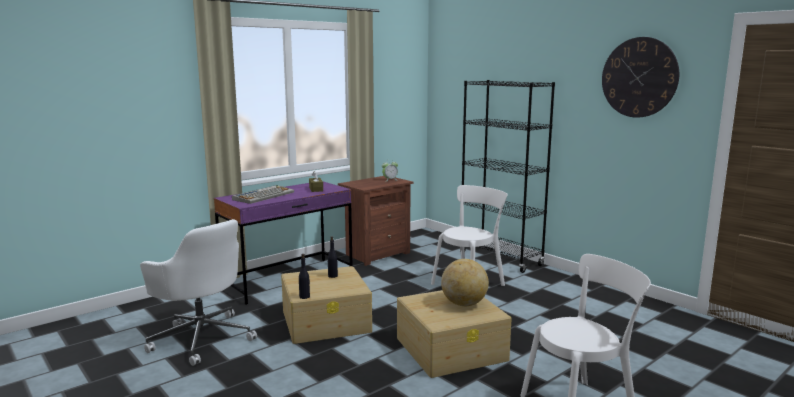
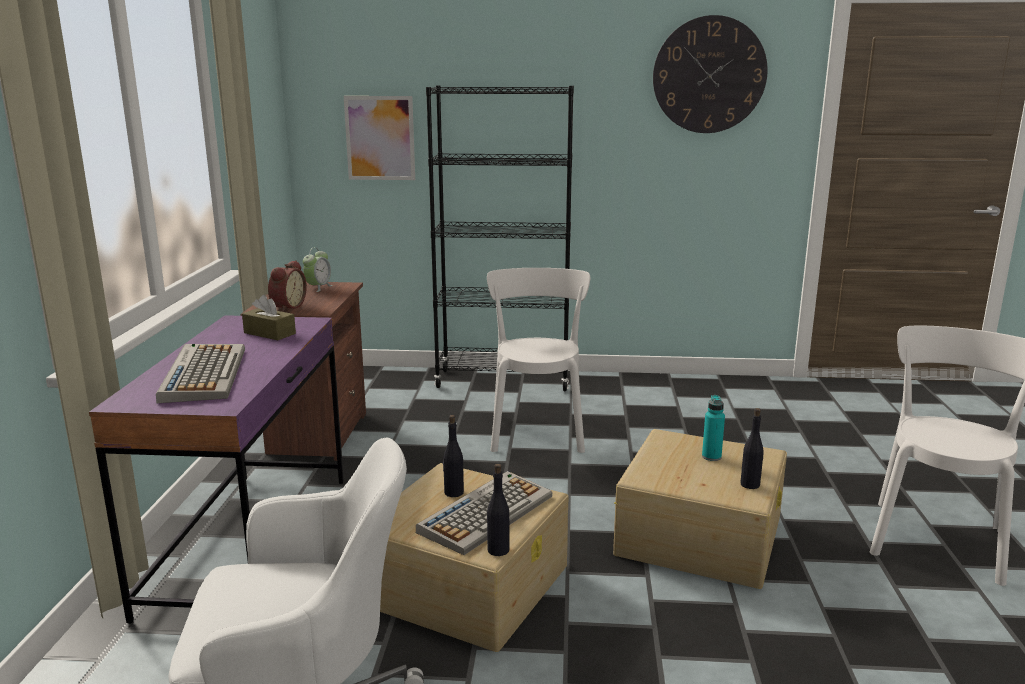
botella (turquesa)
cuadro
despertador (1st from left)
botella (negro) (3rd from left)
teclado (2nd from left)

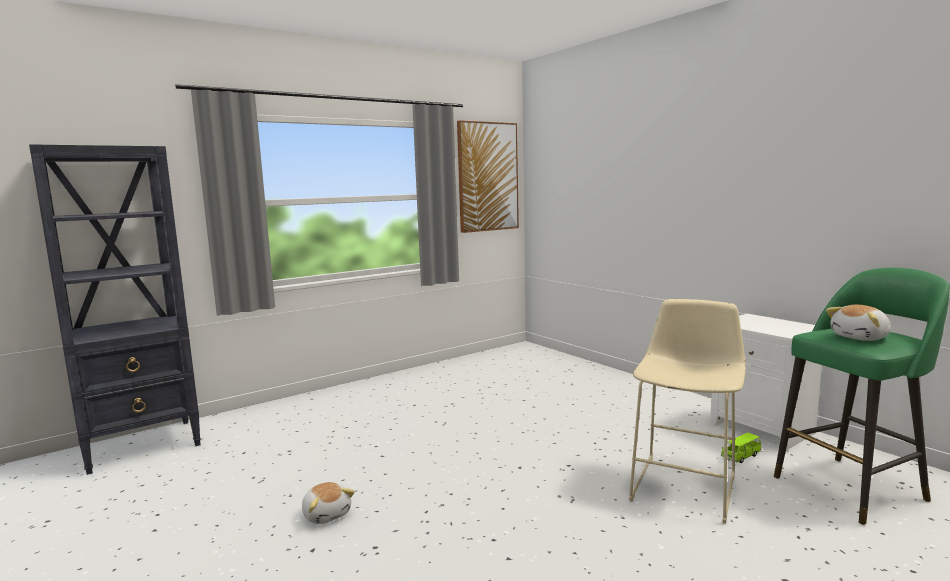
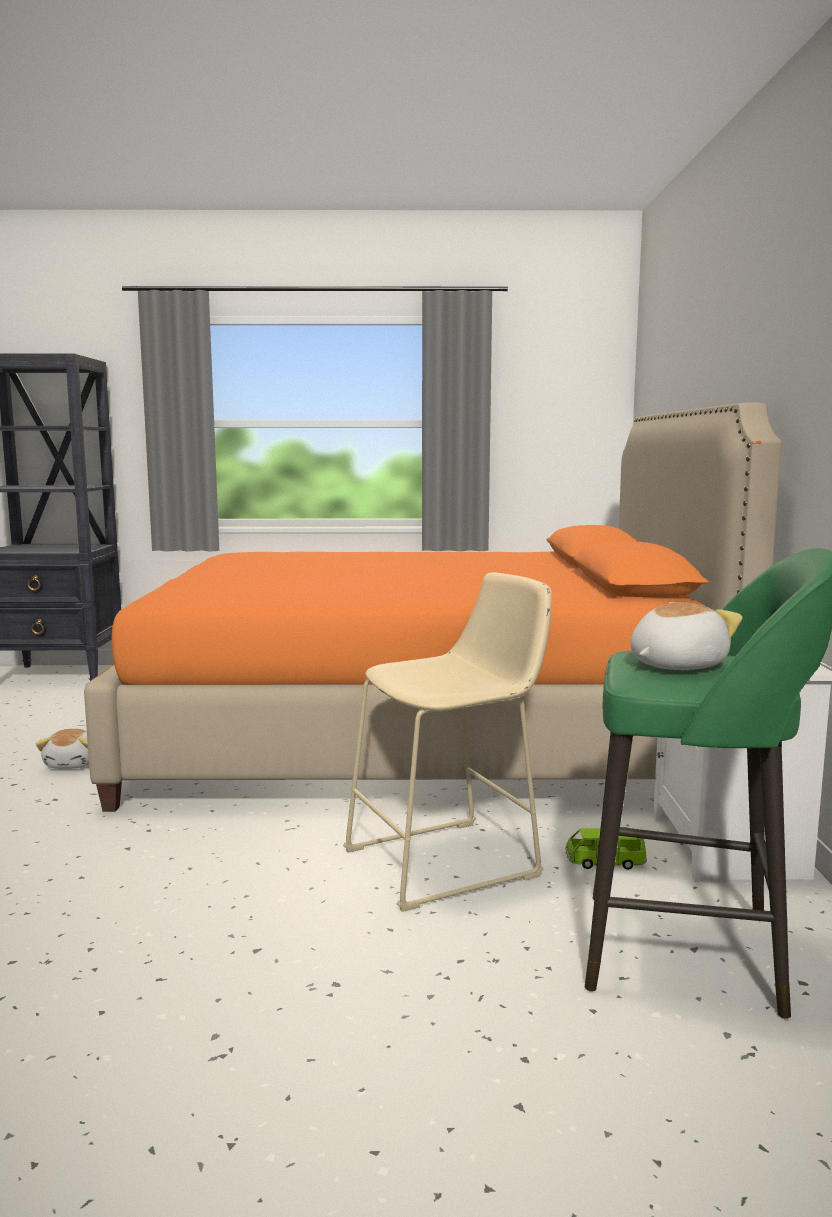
cuadro
peluche (2nd from left)
cama (naranja)

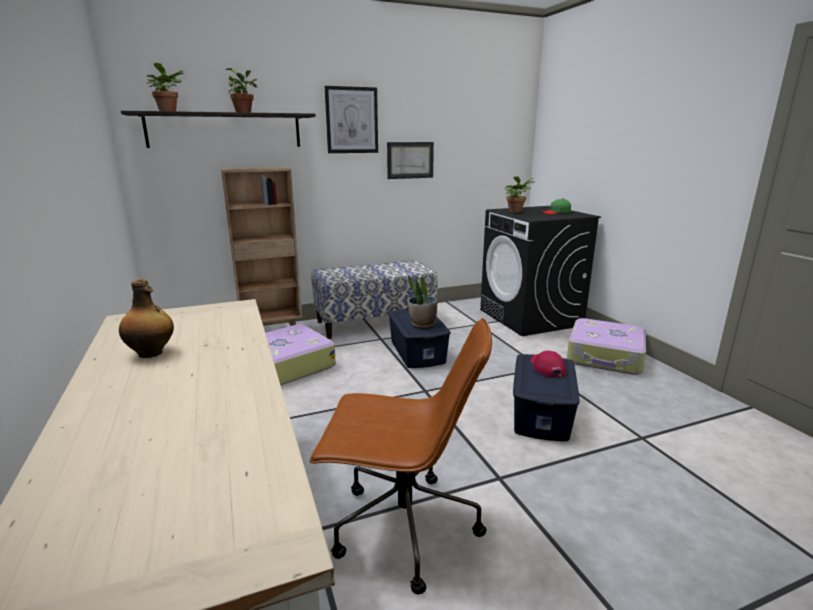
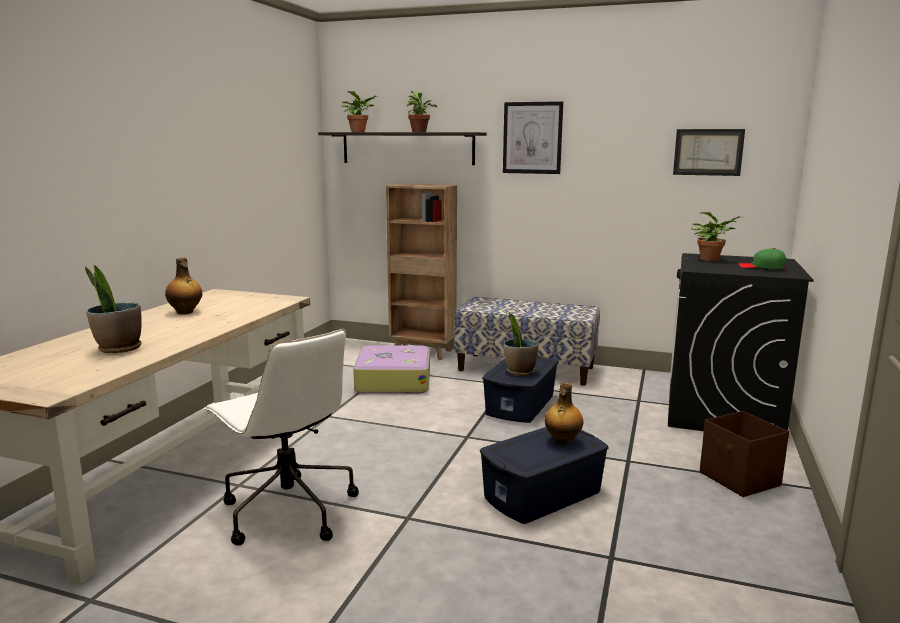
cuadro (2nd from left)
silla de oficina (blanco)
caja de almacenaje (marrón)
botella (2nd from left)
planta en maceta (1st from left)

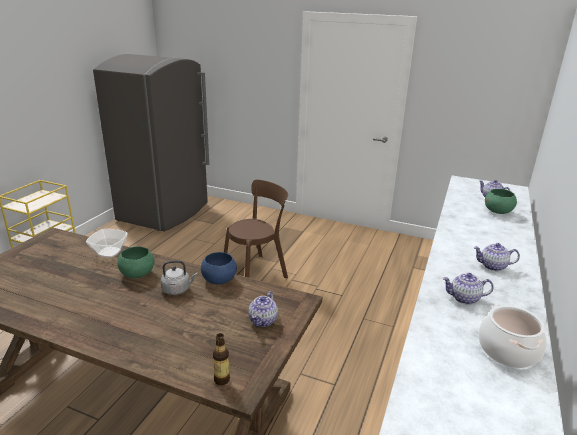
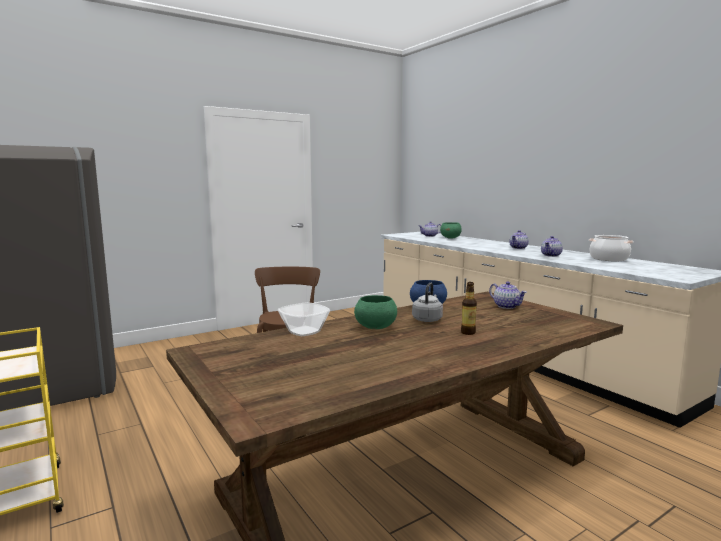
botella

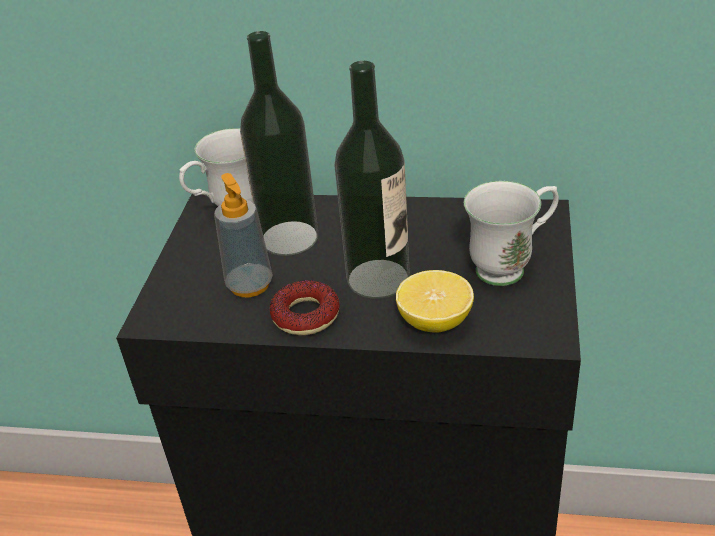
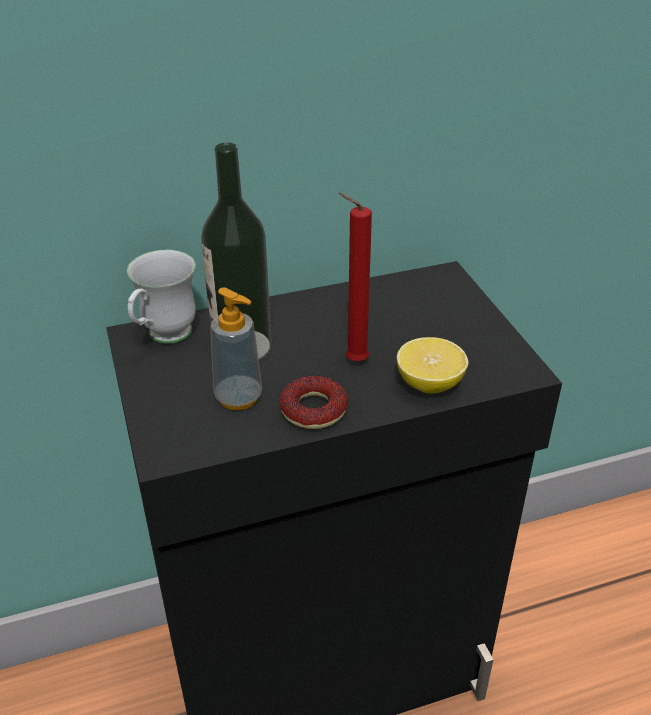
vela (rojo)
taza grande (blanco) (2nd from left in the first image)

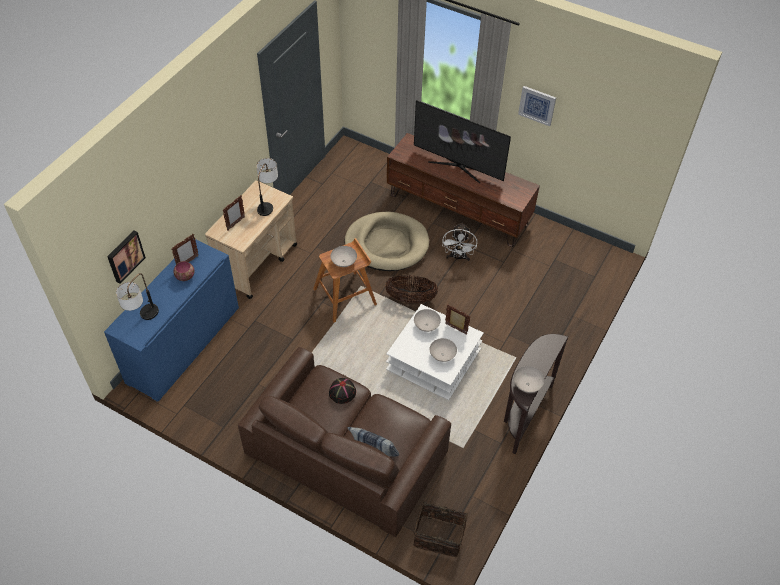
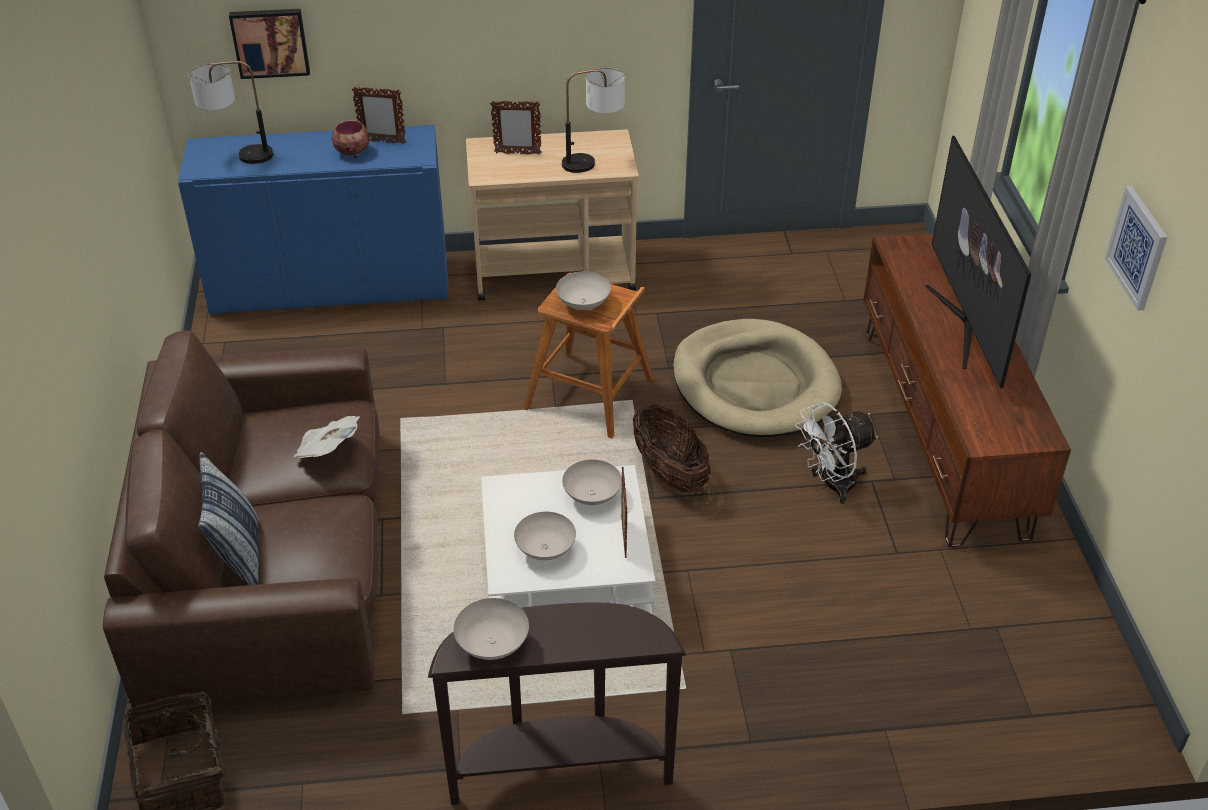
periódico

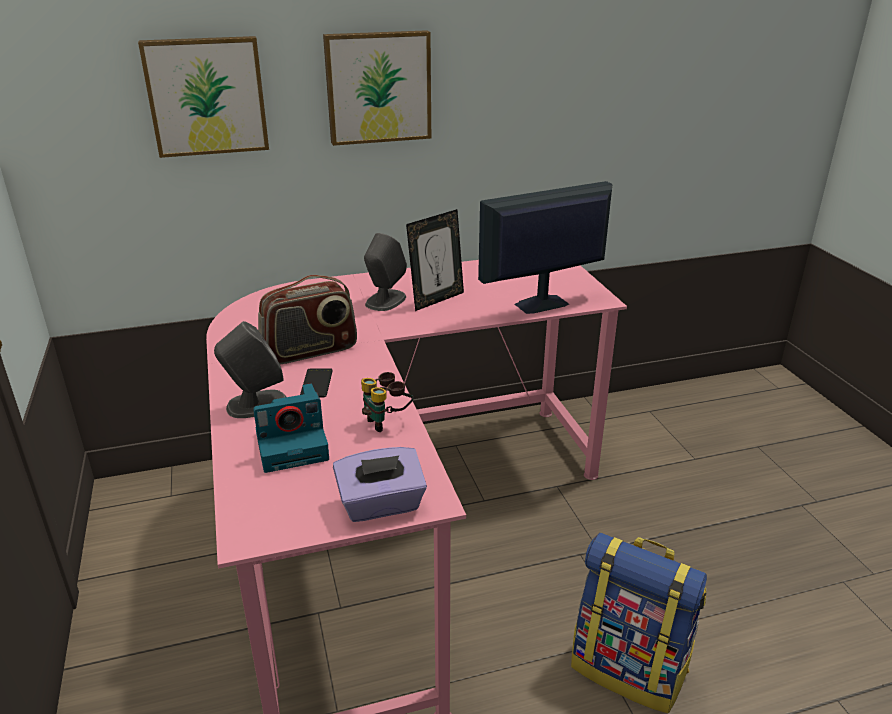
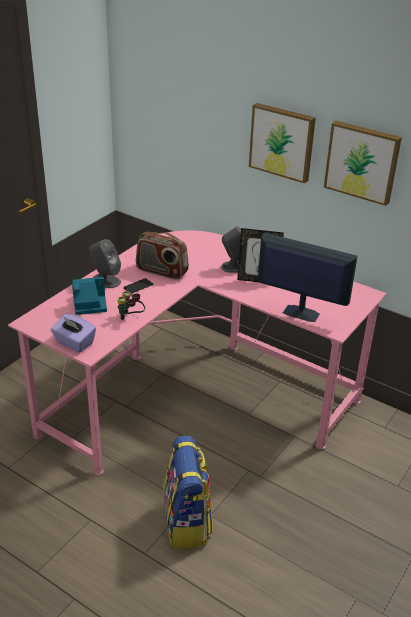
cuadro (2nd from left)
cámara

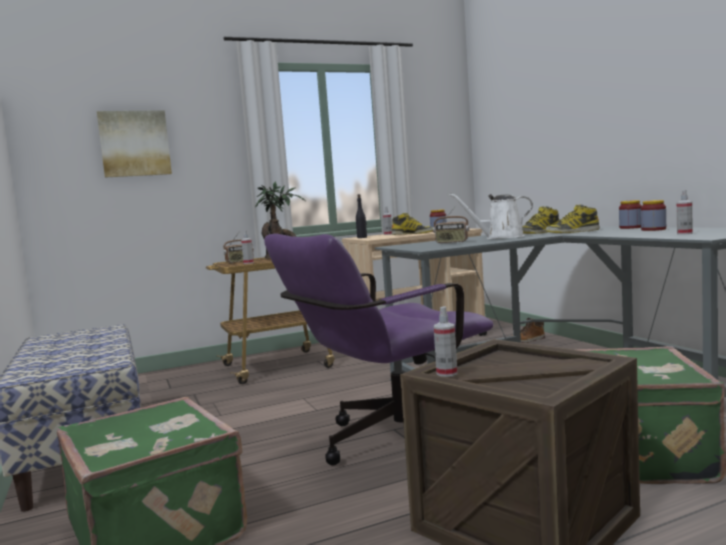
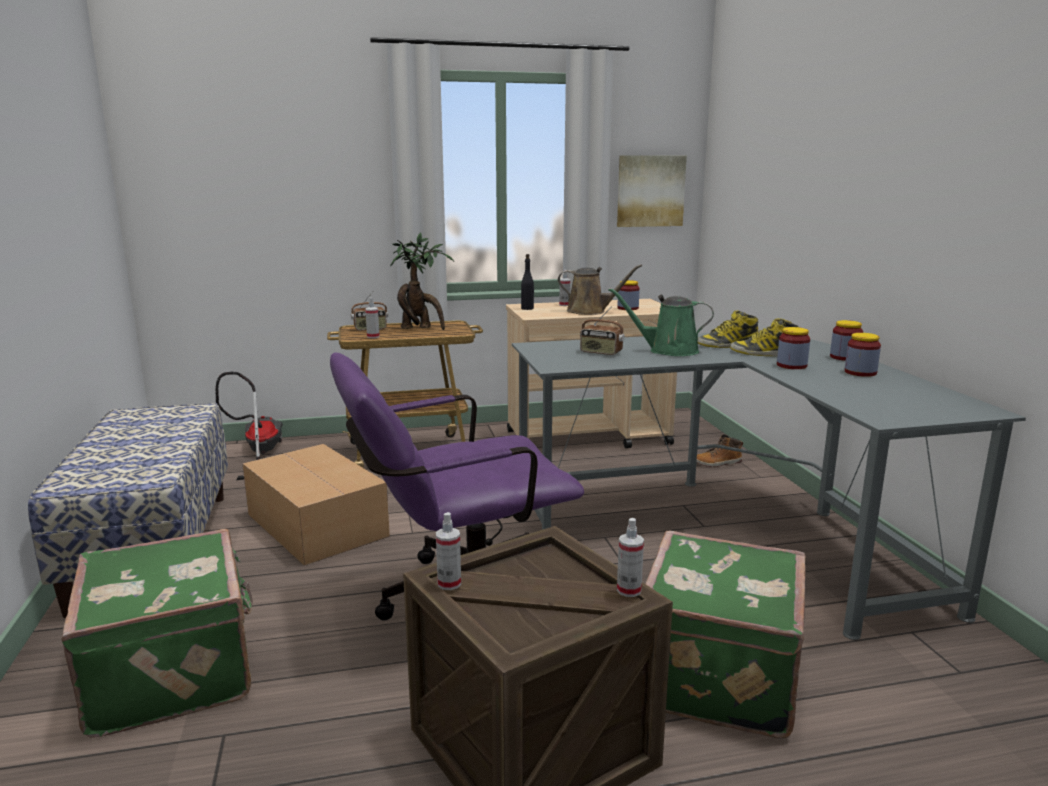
cuadro
pulverizador (4th from left)
regadera (verde)
regadera (marrón)
tarro (2nd from left)
aspiradora
caja de cartón

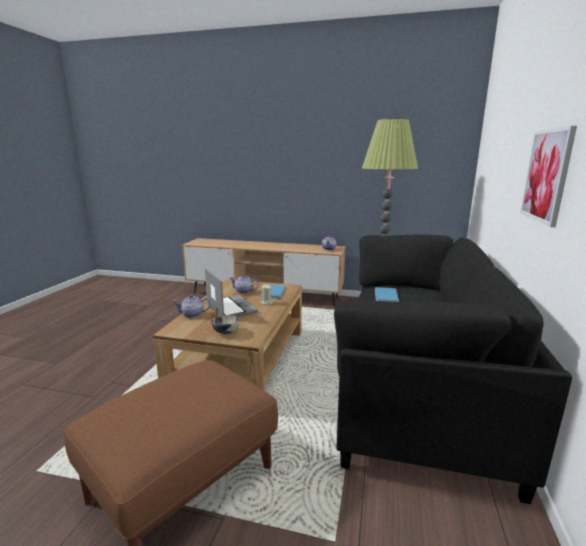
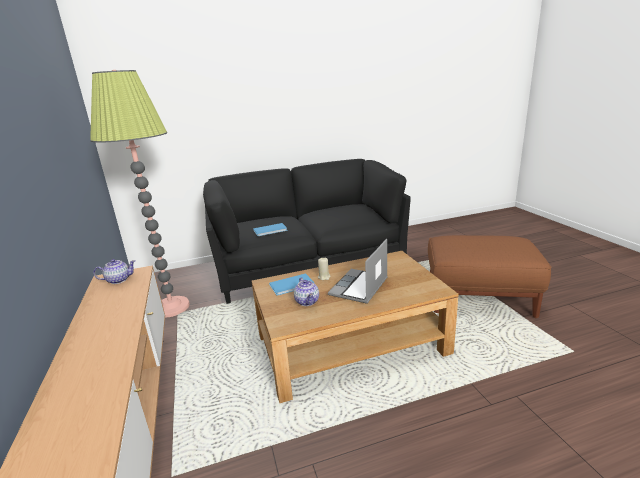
cuadro
tetera (1st from left in the first image)
cuenco

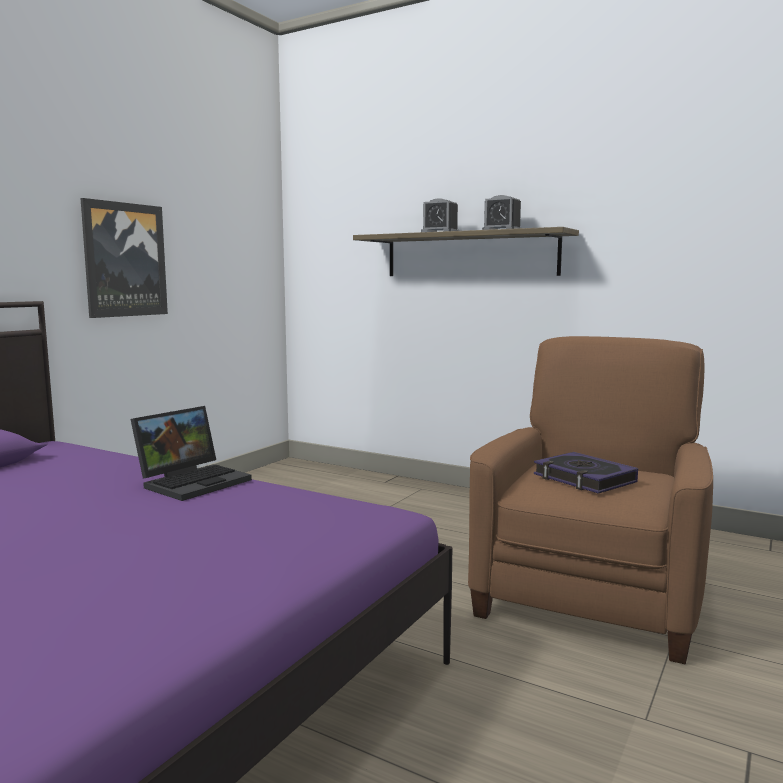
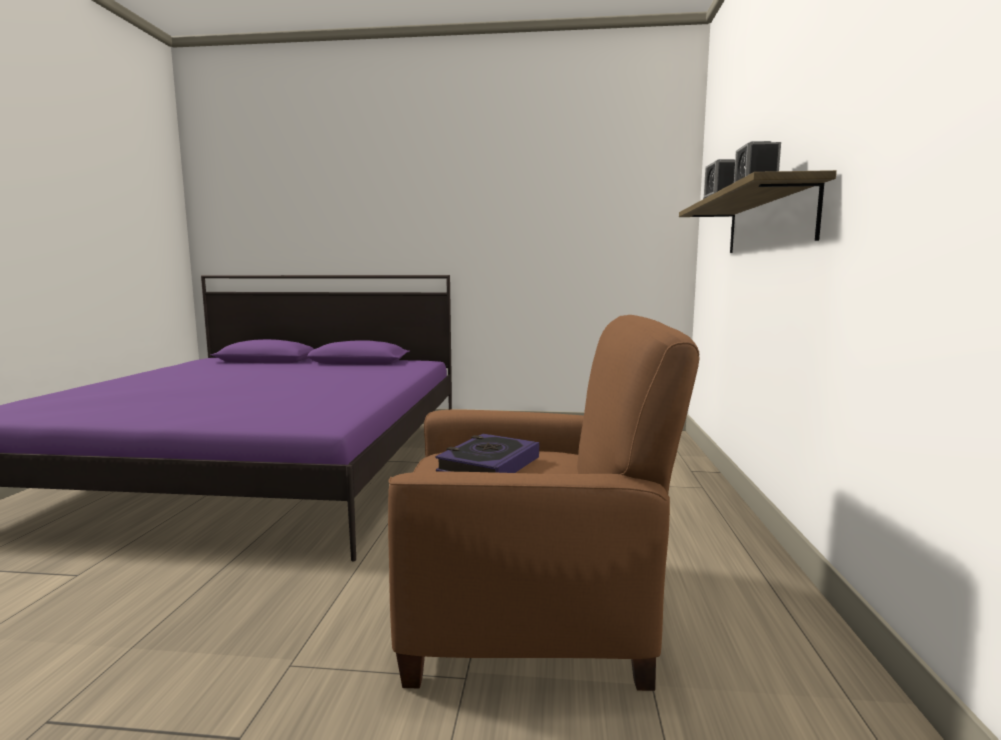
cuadro
portátil

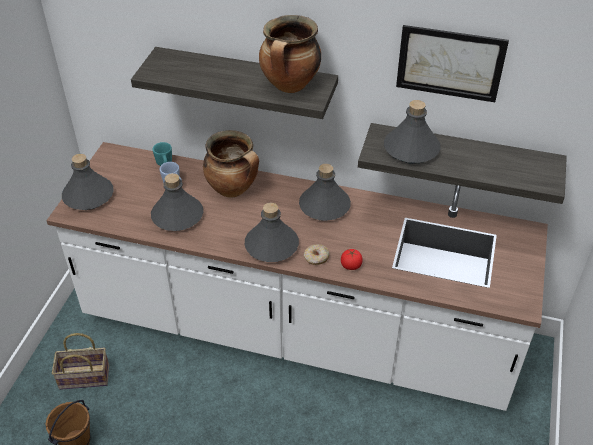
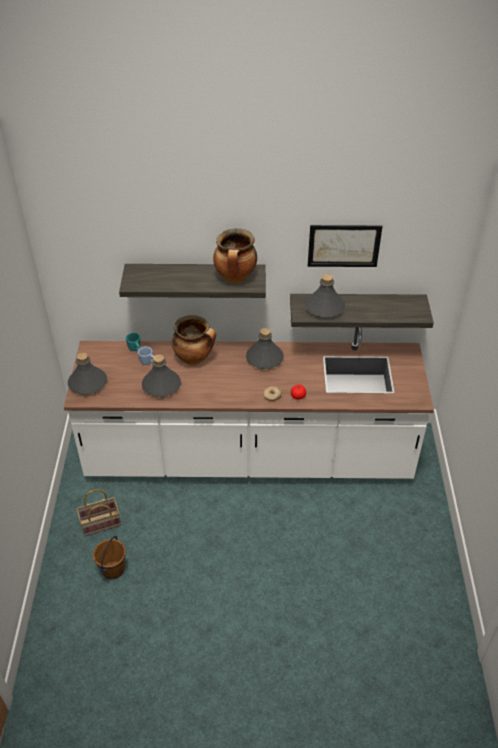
botella (gris) (3rd from left in the first image)

